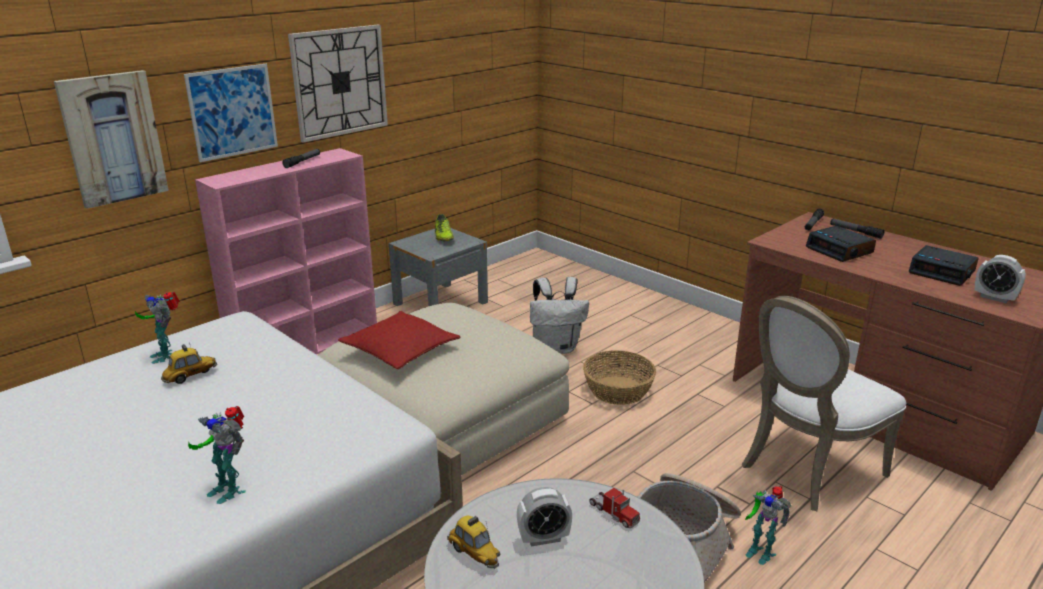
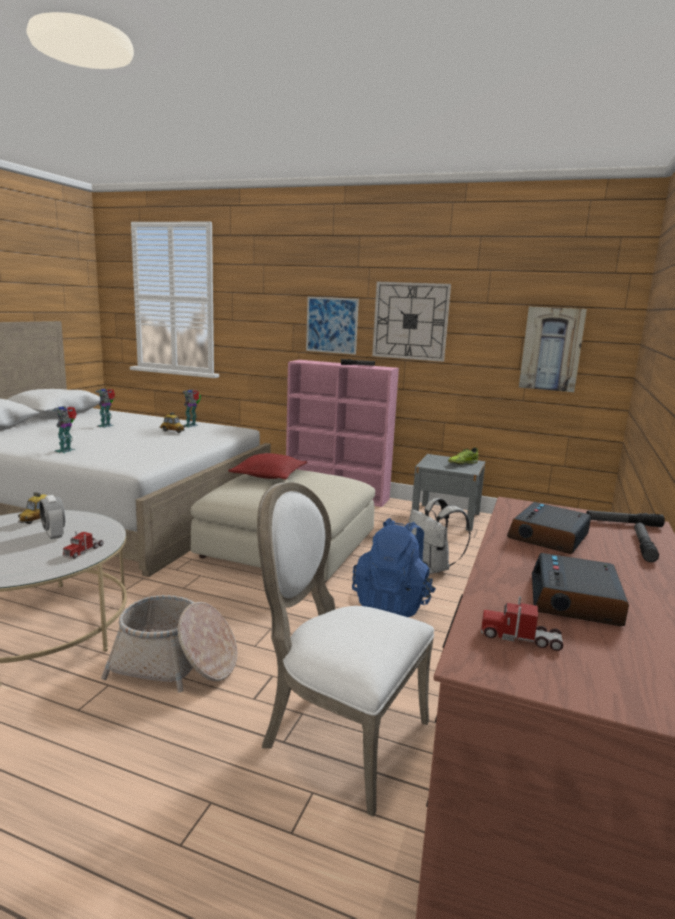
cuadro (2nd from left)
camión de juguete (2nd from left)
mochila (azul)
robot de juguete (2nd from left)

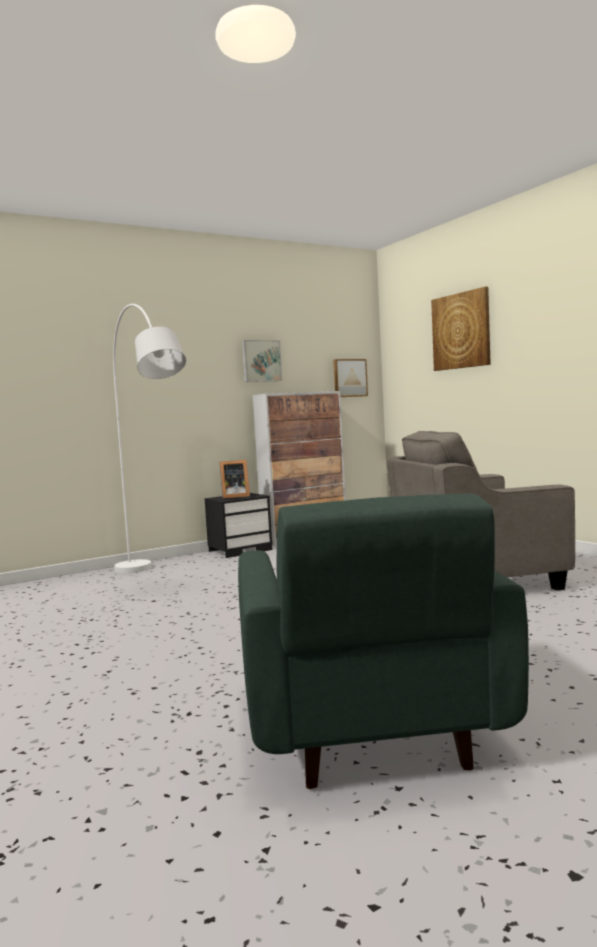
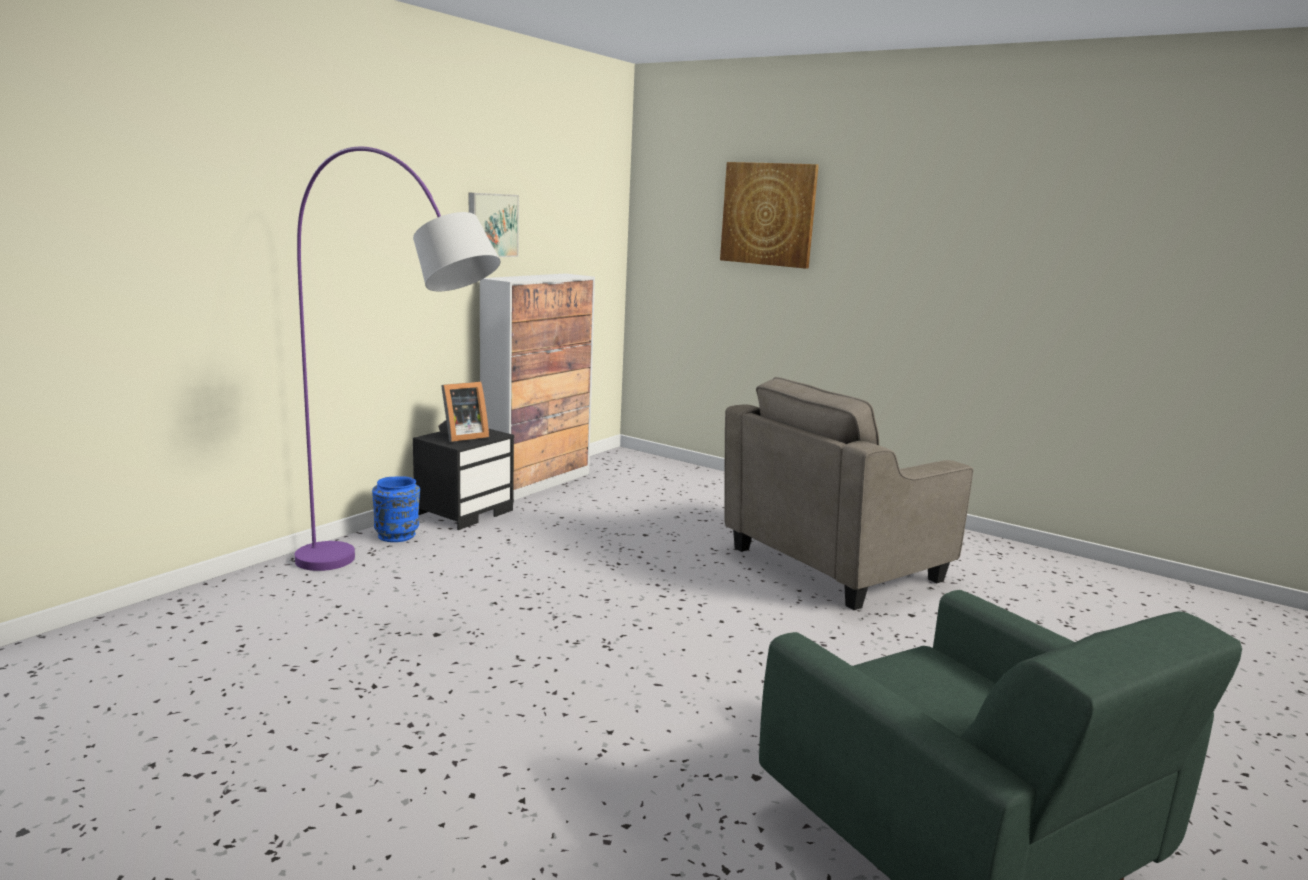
lámpara de pie (morado)
cuadro (2nd from left in the first image)
florero (azul)

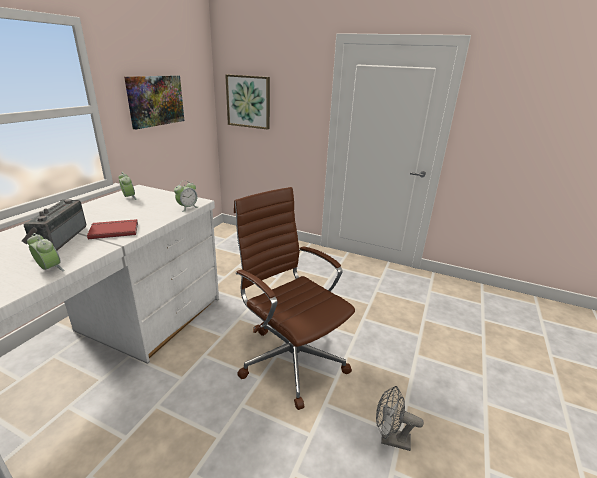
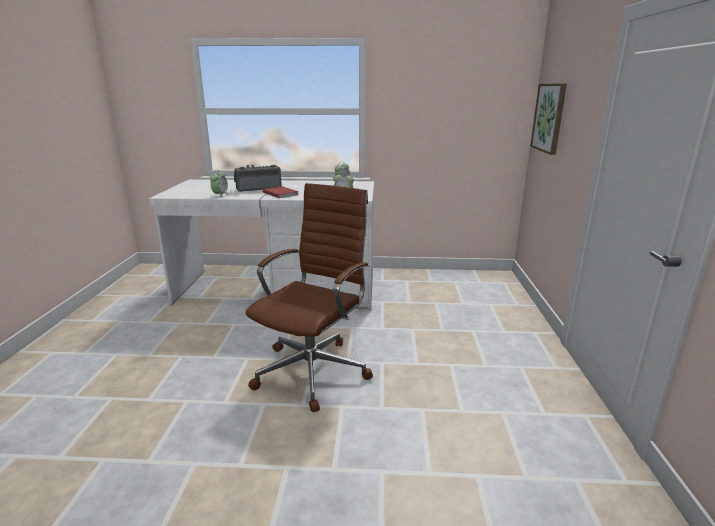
cuadro (1st from left in the first image)
ventilador (gris)

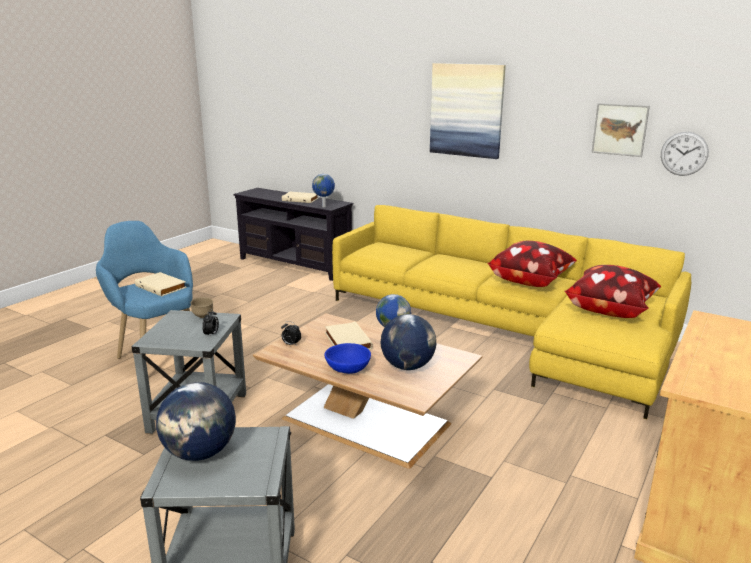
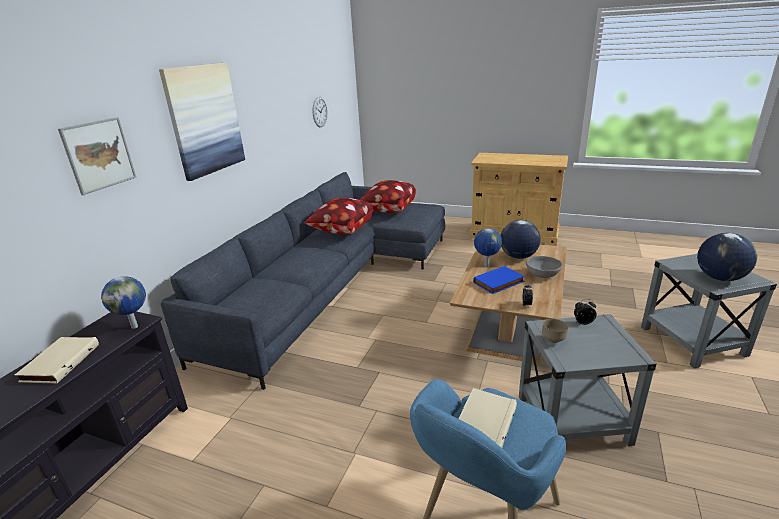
cuadro (1st from left)
sofá (gris)
libro (azul)
cuenco (gris)

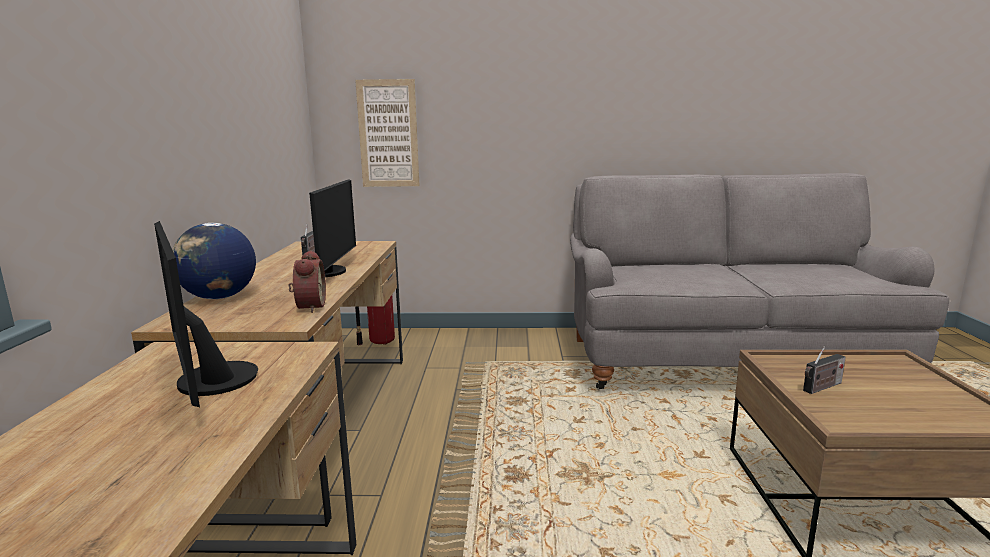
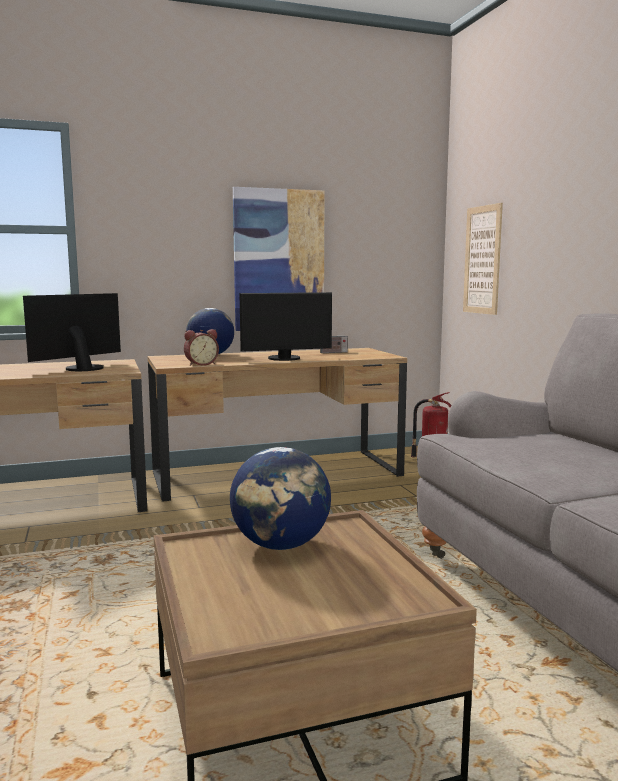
globo terráqueo (2nd from left)
cuadro (1st from left)

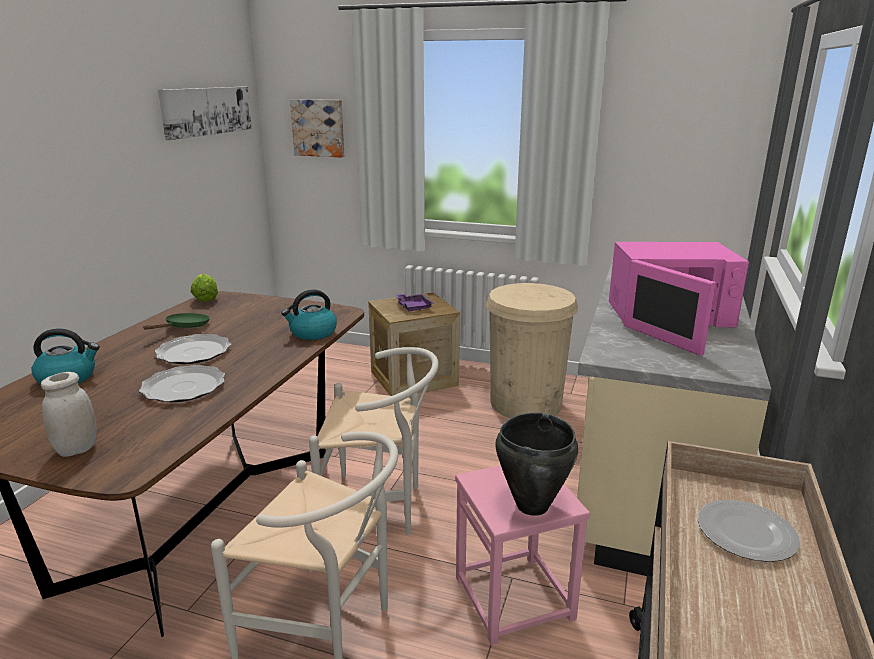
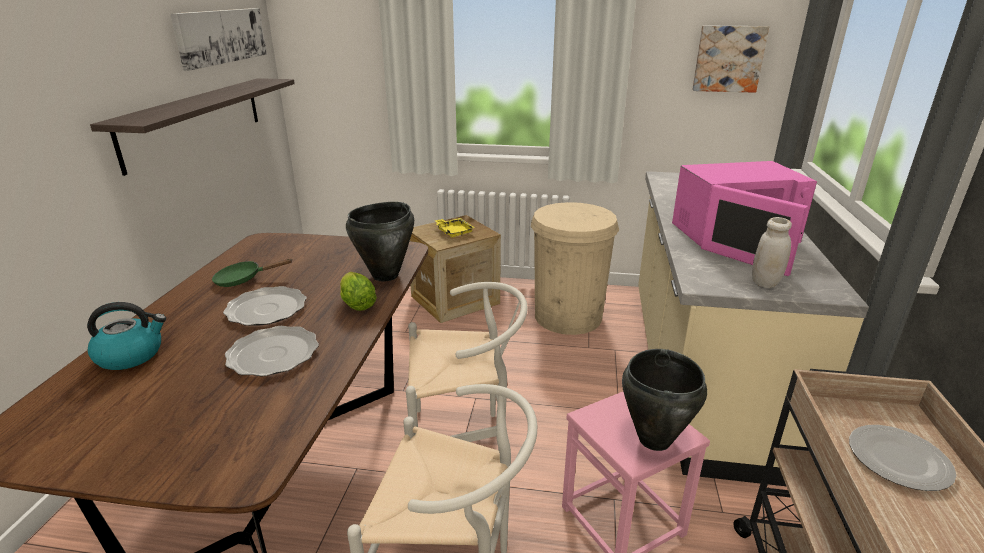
cuadro (2nd from left)
lechuga
olla (negro) (1st from left)
bandeja (amarillo)
sartén (verde)
tarro (blanco)
estante

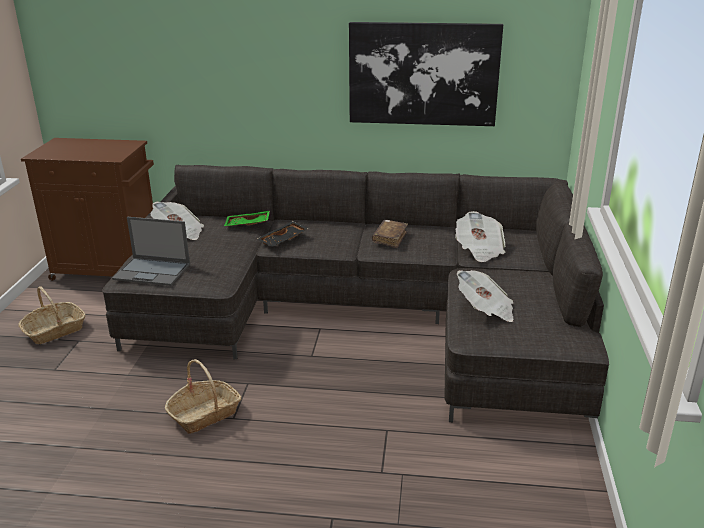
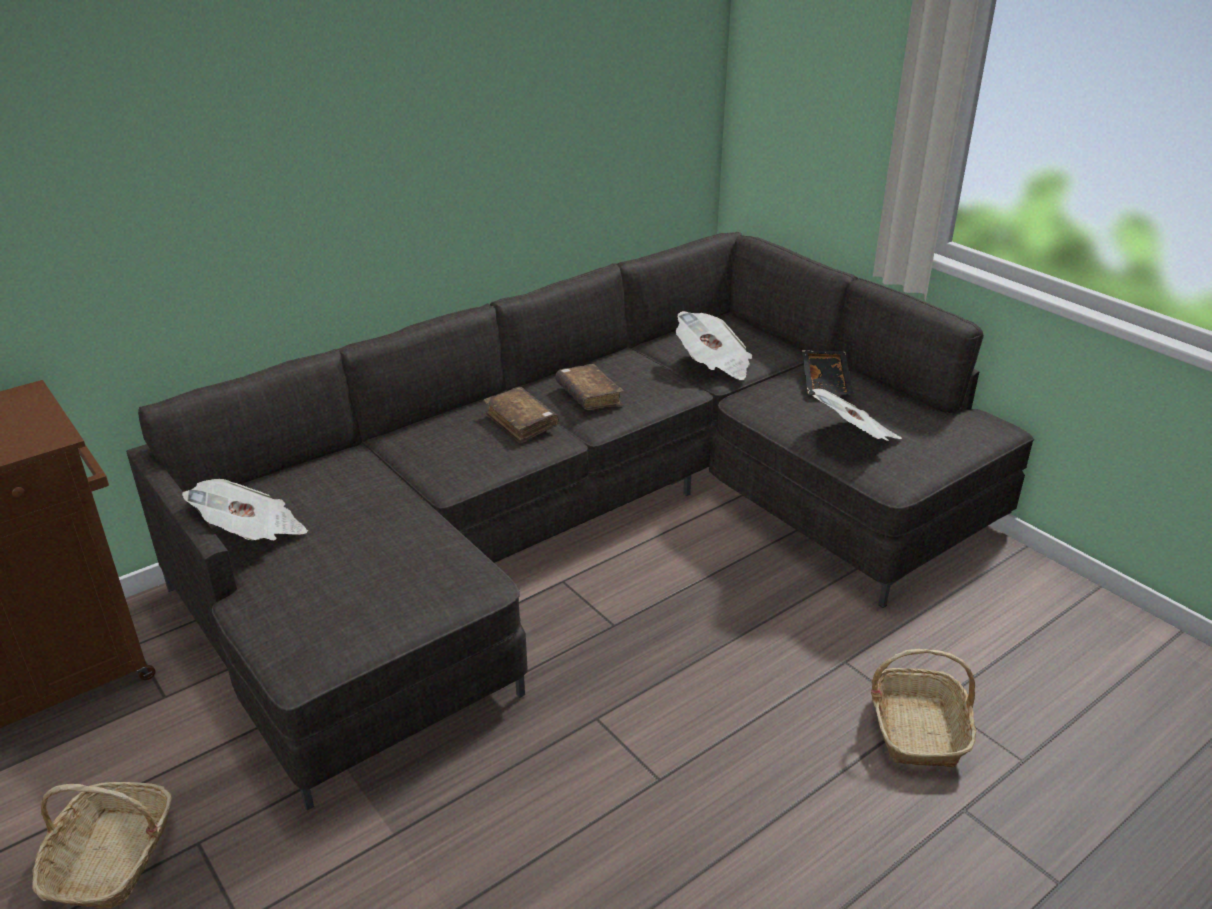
cuadro
bandeja (verde)
portátil
bandeja (negro)
cesta (2nd from left)
libro (marrón) (1st from left)

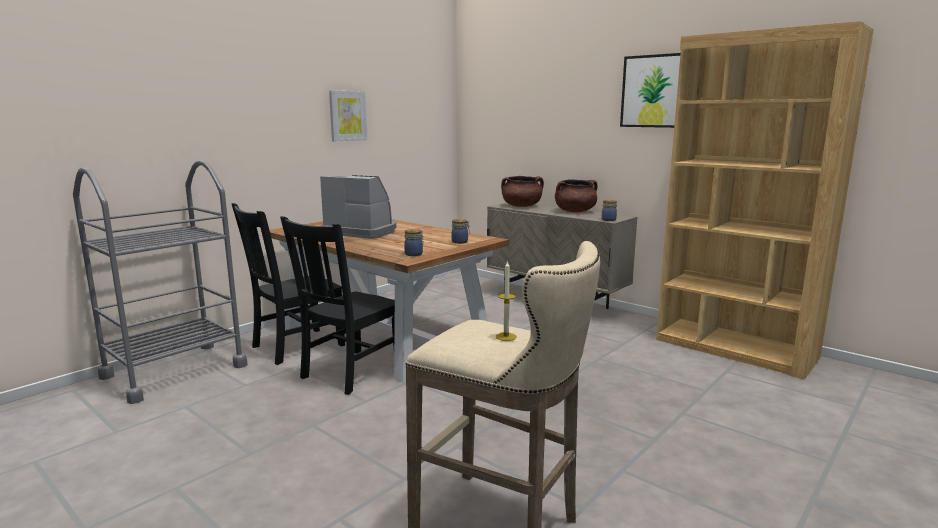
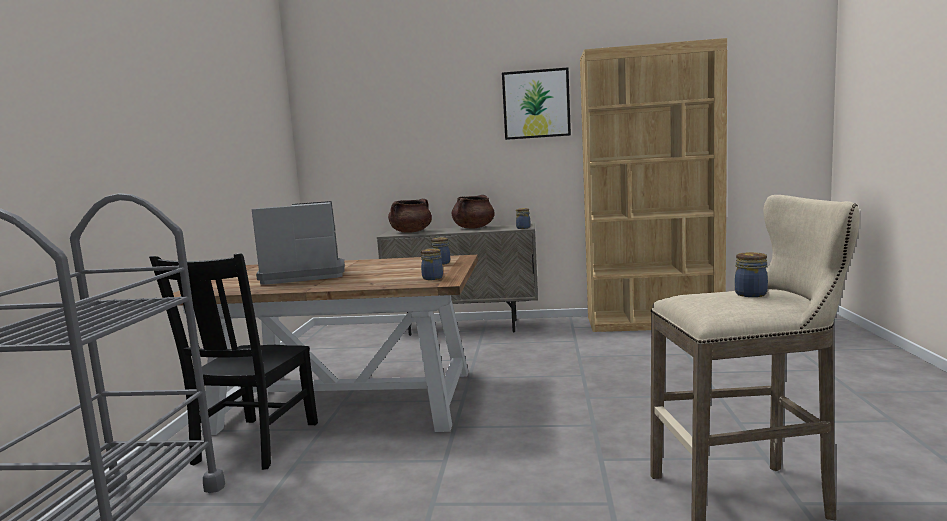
cuadro (1st from left in the first image)
silla (negro) (2nd from left in the first image)
tarro (4th from left)

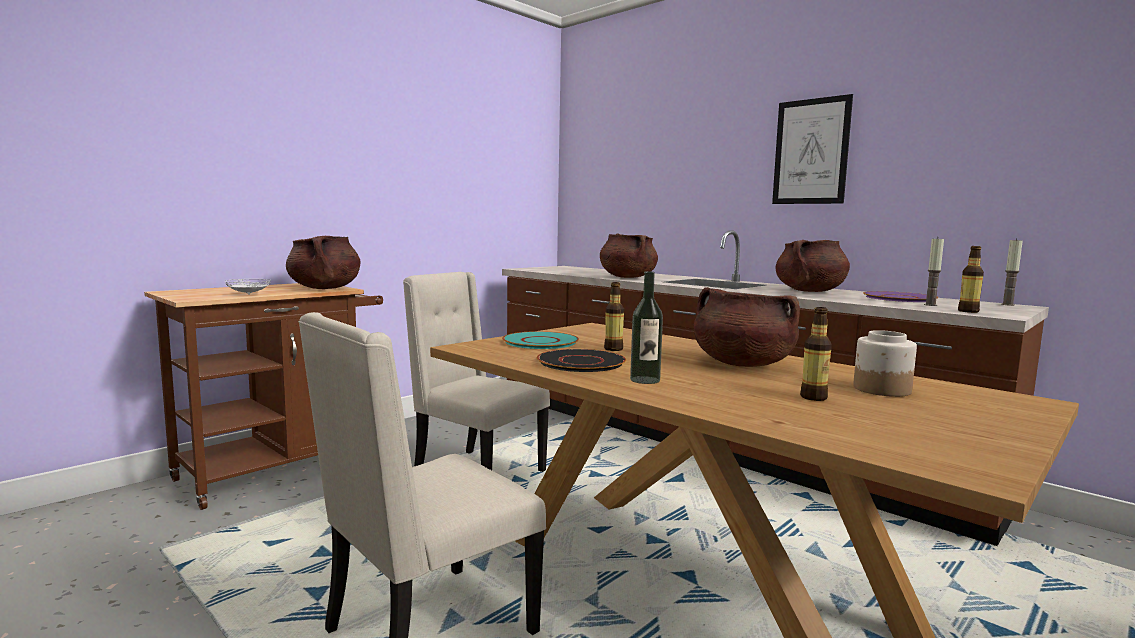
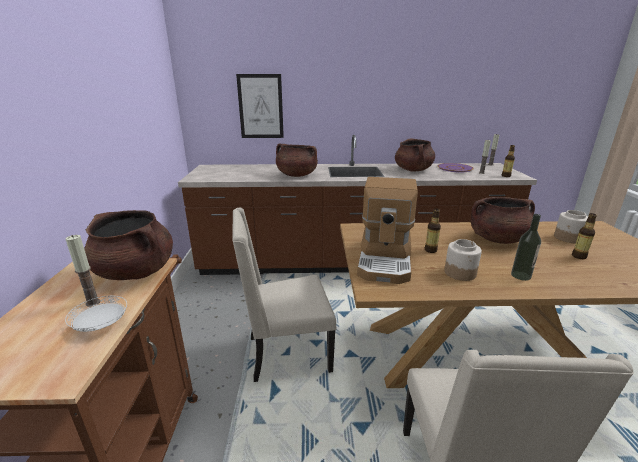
cuadro
cafetera
tarro (1st from left)
vela (1st from left)

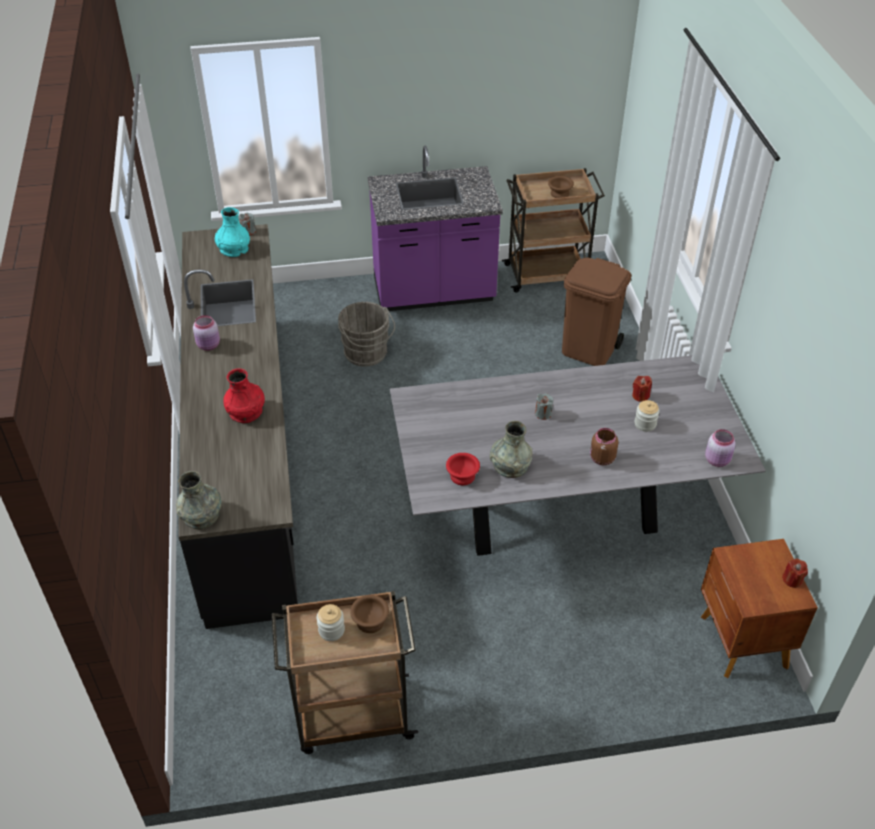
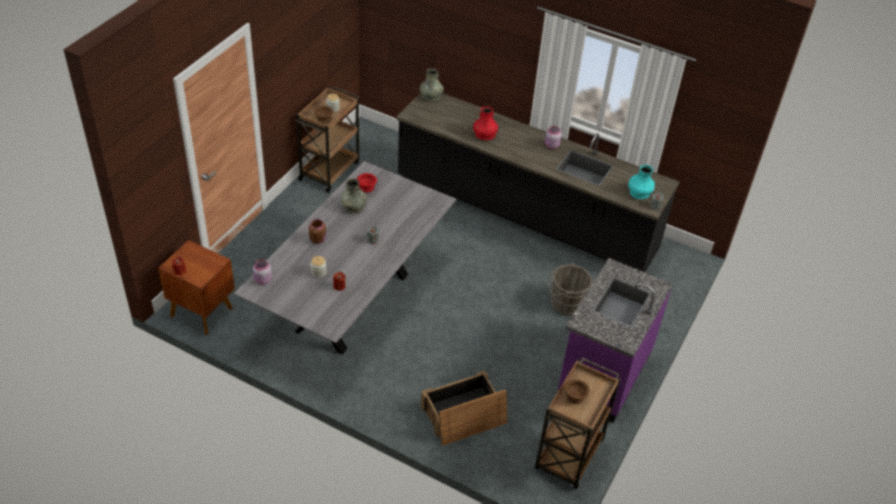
caja de embalaje

